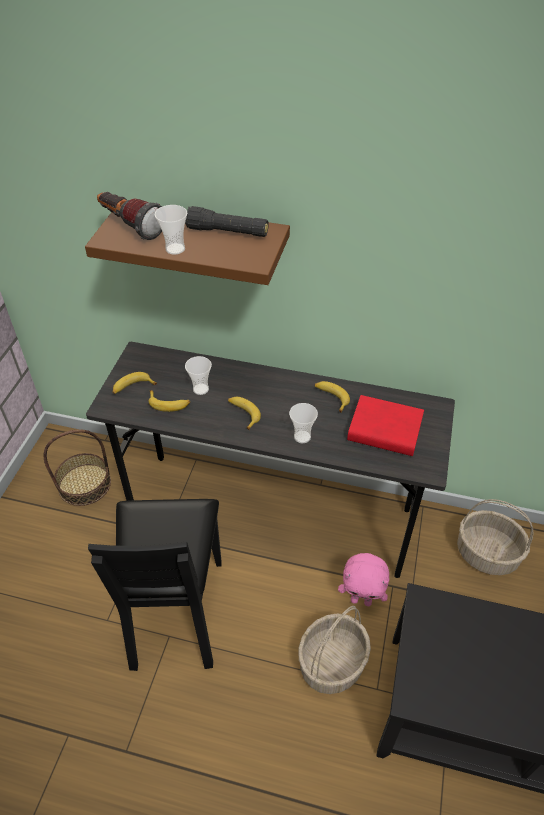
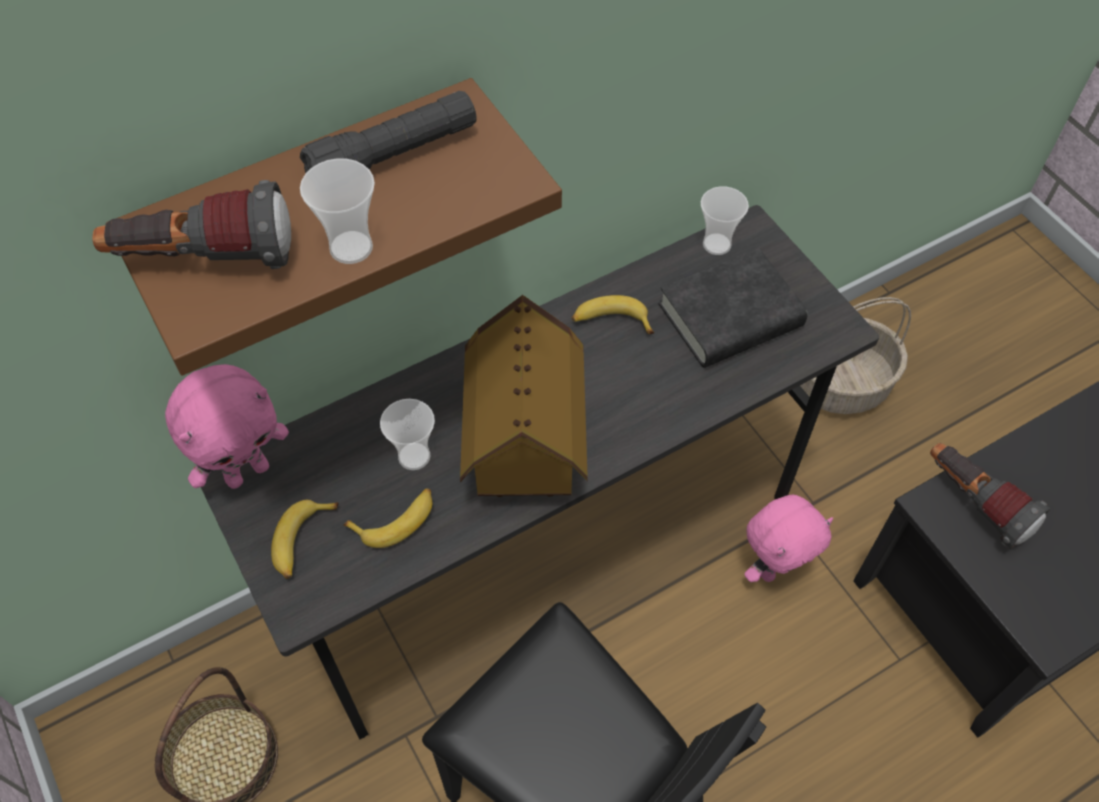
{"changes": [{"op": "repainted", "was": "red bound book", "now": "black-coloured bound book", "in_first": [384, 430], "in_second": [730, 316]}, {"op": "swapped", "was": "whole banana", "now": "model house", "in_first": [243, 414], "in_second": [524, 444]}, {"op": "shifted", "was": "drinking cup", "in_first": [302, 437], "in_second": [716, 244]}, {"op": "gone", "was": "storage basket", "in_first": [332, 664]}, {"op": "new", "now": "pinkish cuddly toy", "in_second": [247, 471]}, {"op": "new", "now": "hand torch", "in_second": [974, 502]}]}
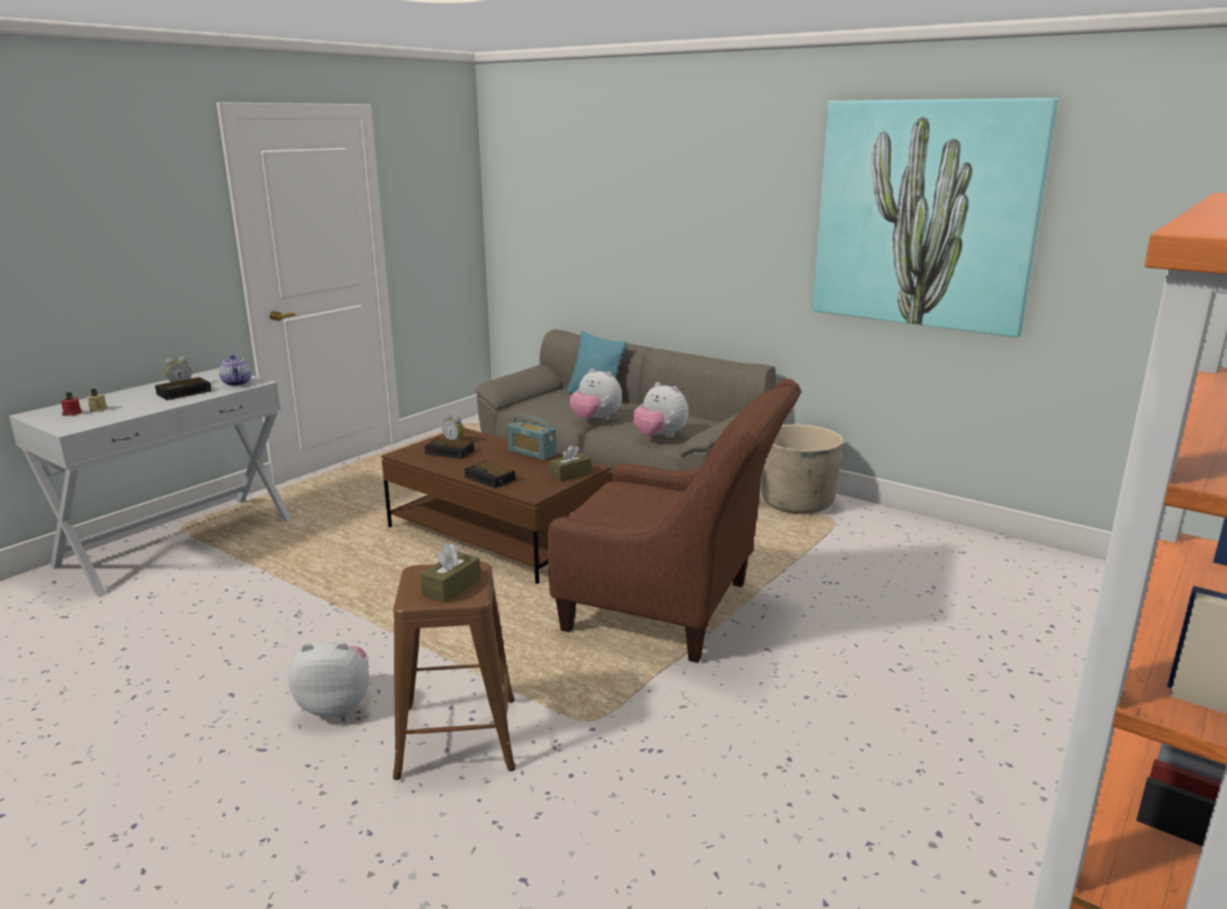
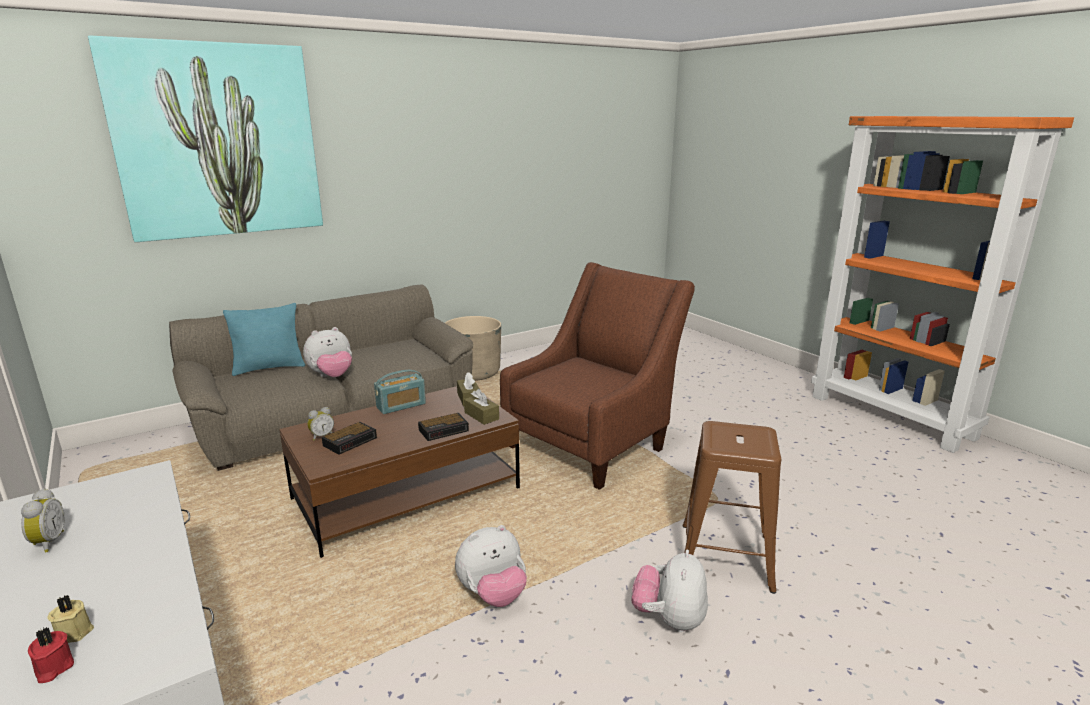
{"changes": [{"op": "shifted", "was": "wall art", "in_first": [925, 215], "in_second": [218, 141]}, {"op": "gone", "was": "tea pot", "in_first": [237, 383]}, {"op": "gone", "was": "table clock", "in_first": [185, 392]}, {"op": "shifted", "was": "cuddly toy", "in_first": [660, 437], "in_second": [493, 595]}, {"op": "shifted", "was": "brown tissue holder", "in_first": [451, 587], "in_second": [481, 416]}]}
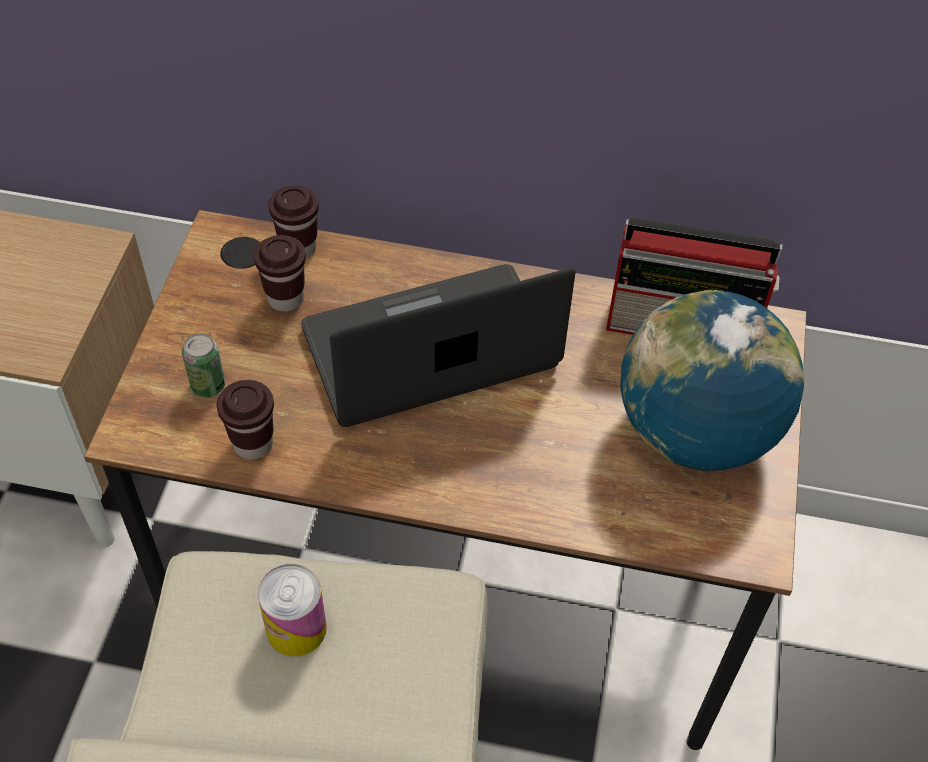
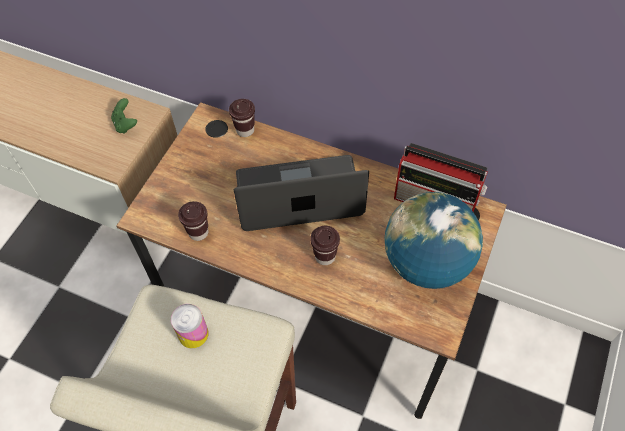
{"changes": [{"op": "shifted", "was": "brown drinking cup", "in_first": [285, 298], "in_second": [325, 256]}, {"op": "gone", "was": "can", "in_first": [208, 385]}, {"op": "new", "now": "green-coloured joypad", "in_second": [125, 124]}]}
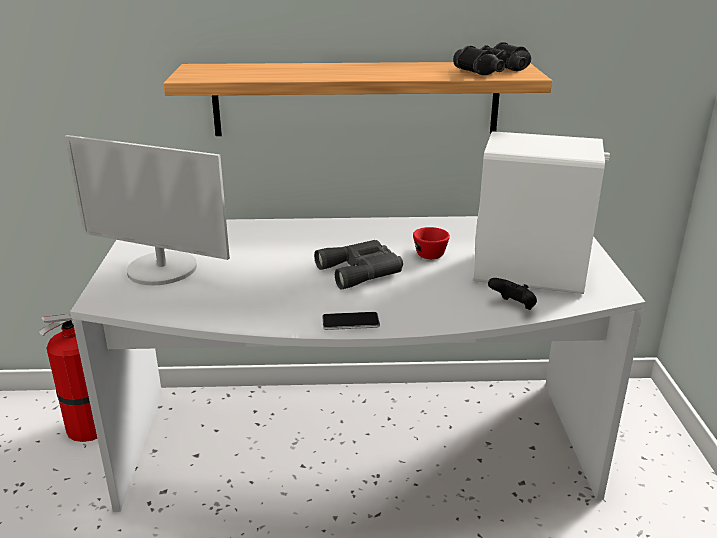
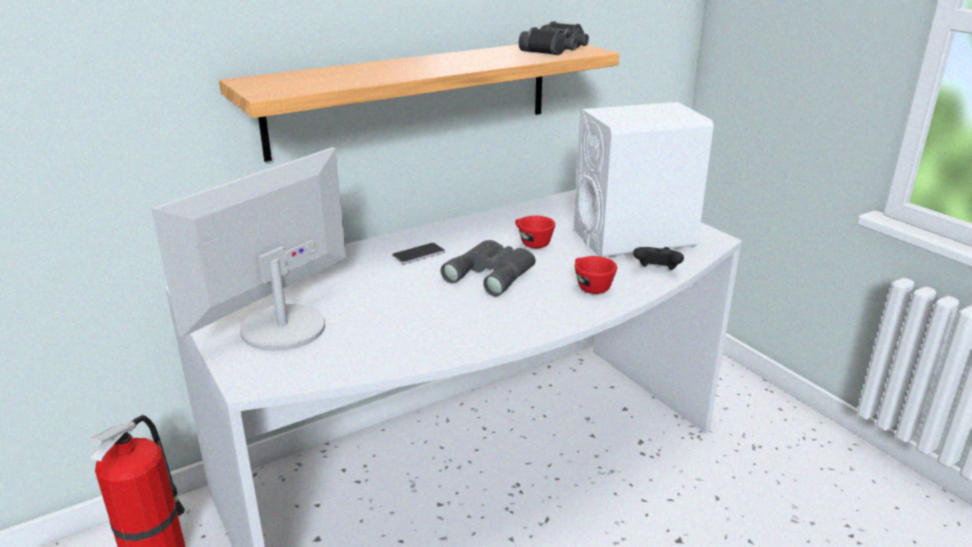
{"changes": [{"op": "rotated", "was": "computer screen", "in_first": [162, 269], "in_second": [281, 328], "clockwise": 135}, {"op": "shifted", "was": "phone", "in_first": [350, 322], "in_second": [418, 254]}, {"op": "new", "now": "red drinking cup", "in_second": [590, 286]}]}
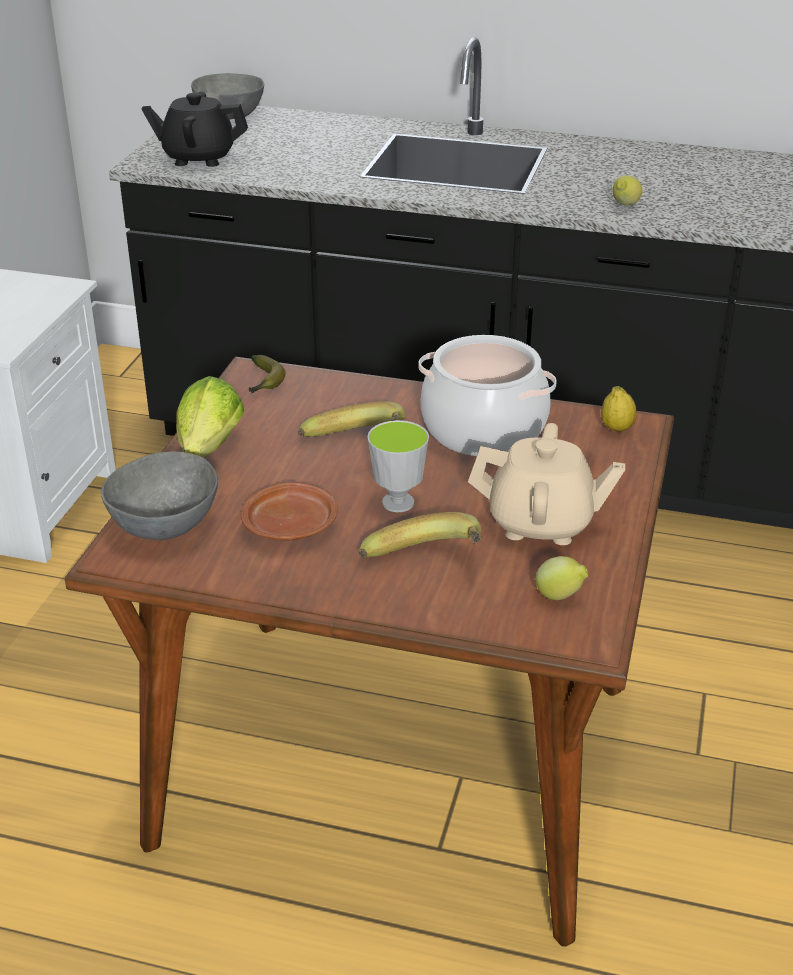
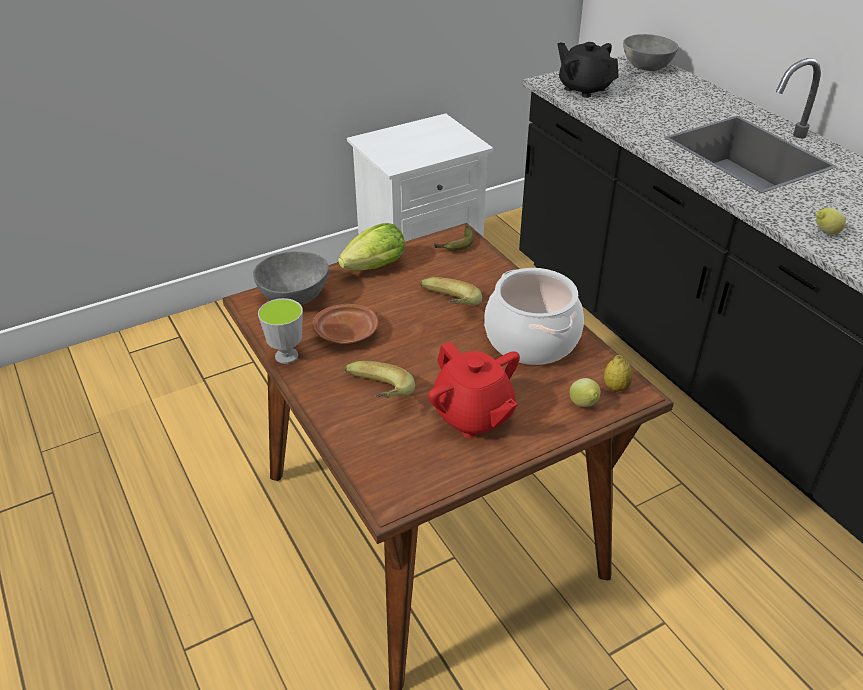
{"changes": [{"op": "shifted", "was": "drinking cup", "in_first": [398, 503], "in_second": [286, 356]}, {"op": "repainted", "was": "beige-coloured tea pot", "now": "red tea pot", "in_first": [541, 523], "in_second": [473, 416]}, {"op": "shifted", "was": "whole lemon", "in_first": [560, 596], "in_second": [584, 405]}]}
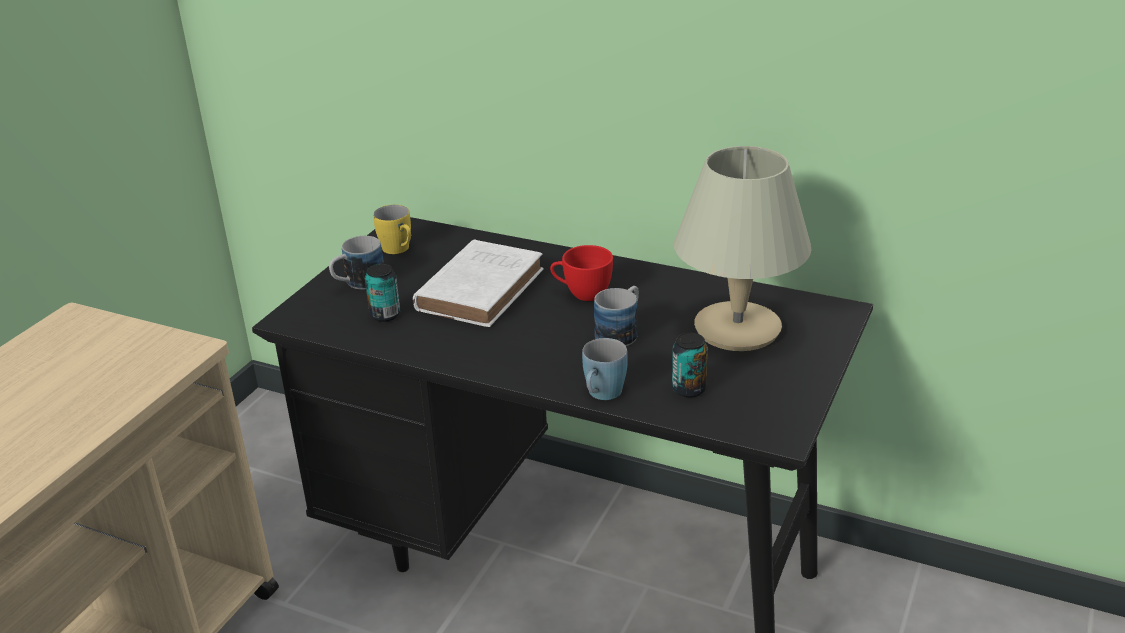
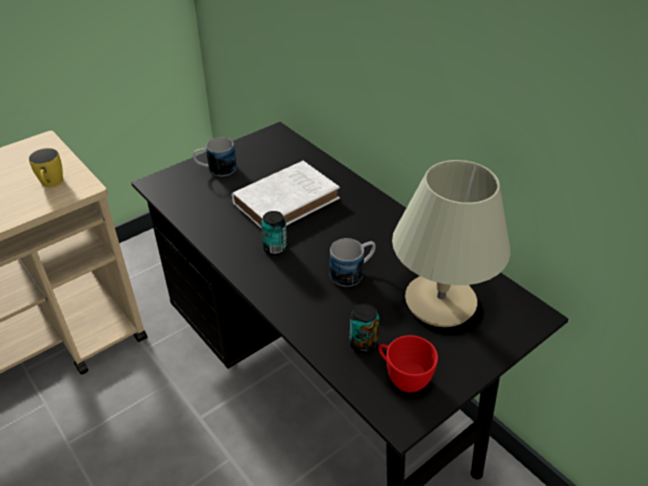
{"changes": [{"op": "shifted", "was": "yellowish mug", "in_first": [399, 250], "in_second": [51, 184]}, {"op": "shifted", "was": "red drinking cup", "in_first": [582, 293], "in_second": [403, 378]}, {"op": "shifted", "was": "can", "in_first": [385, 315], "in_second": [275, 248]}, {"op": "gone", "was": "blue mug", "in_first": [602, 395]}]}
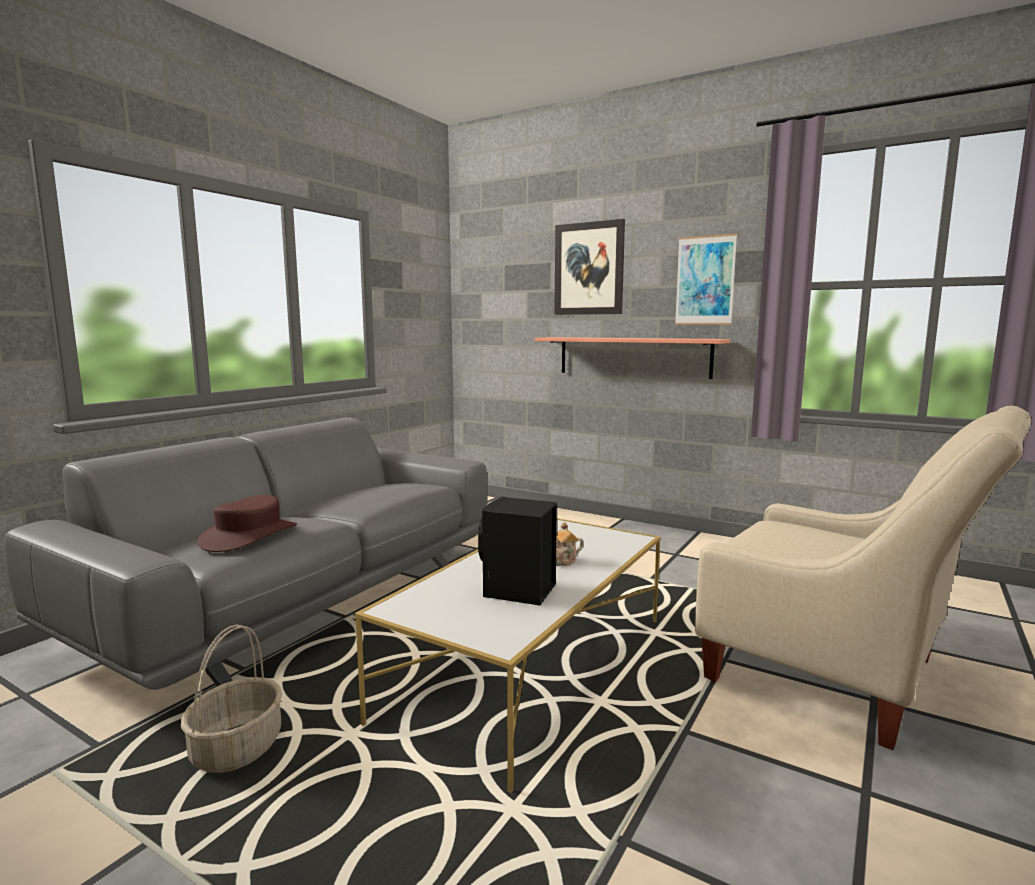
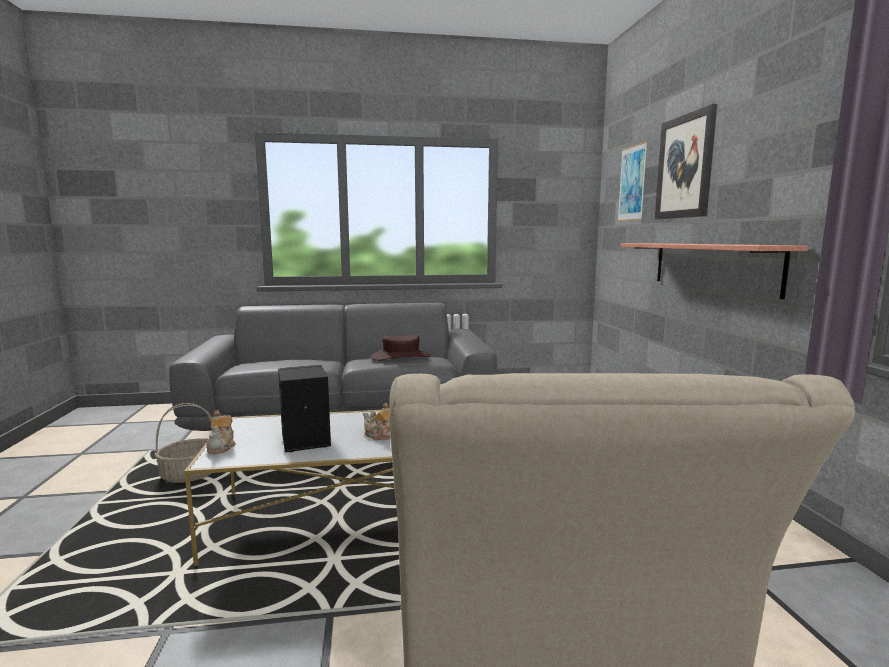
{"changes": [{"op": "shifted", "was": "wall art", "in_first": [705, 280], "in_second": [632, 183]}, {"op": "shifted", "was": "brown hat", "in_first": [249, 535], "in_second": [401, 357]}, {"op": "new", "now": "tea pot", "in_second": [222, 447]}]}
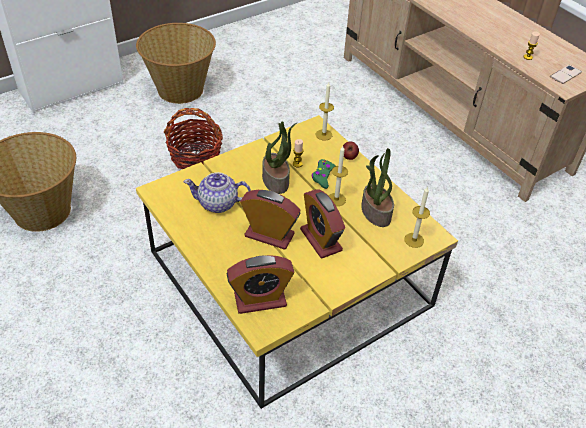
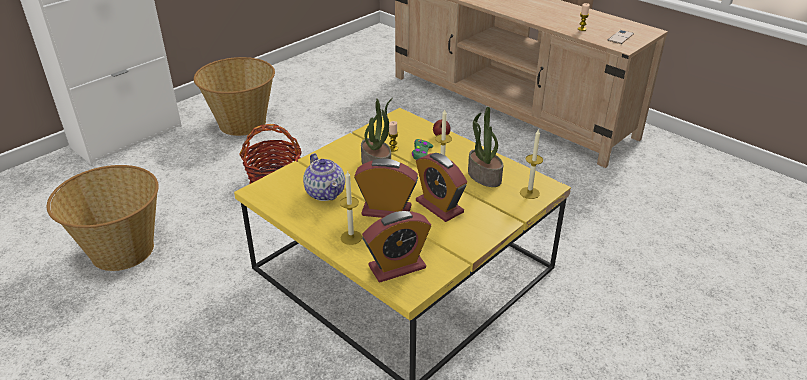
{"changes": [{"op": "shifted", "was": "candle", "in_first": [323, 135], "in_second": [351, 237]}, {"op": "rotated", "was": "tea pot", "in_first": [218, 204], "in_second": [325, 192], "clockwise": -105}]}
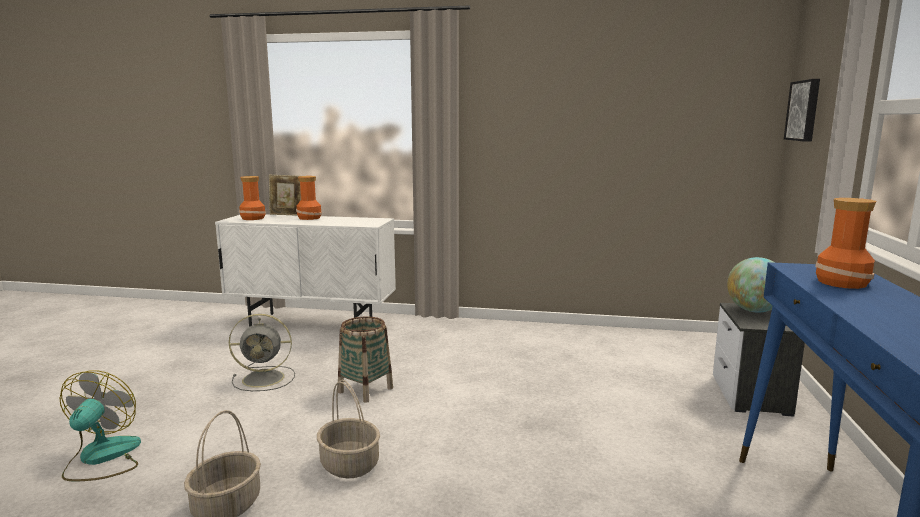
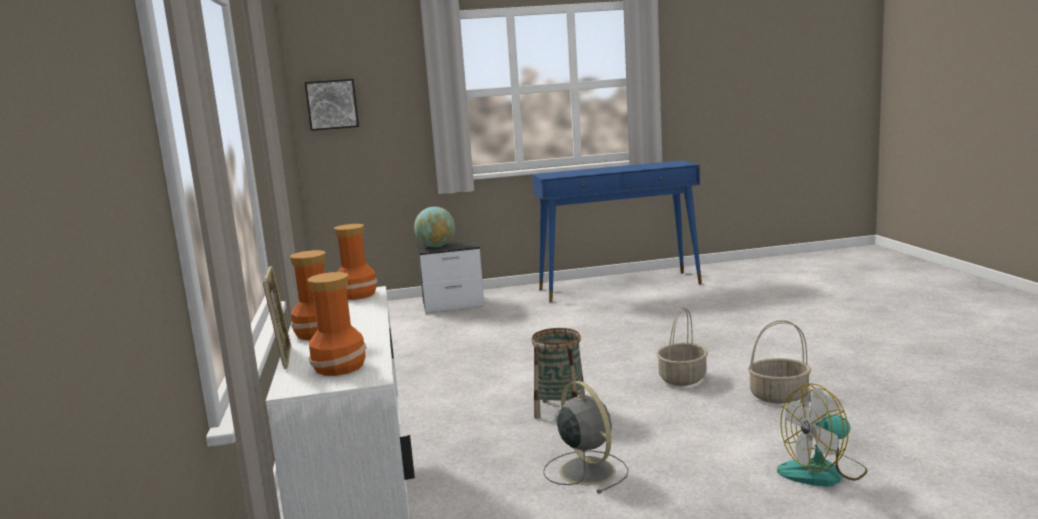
{"changes": [{"op": "shifted", "was": "decorative vase", "in_first": [840, 282], "in_second": [357, 295]}]}
